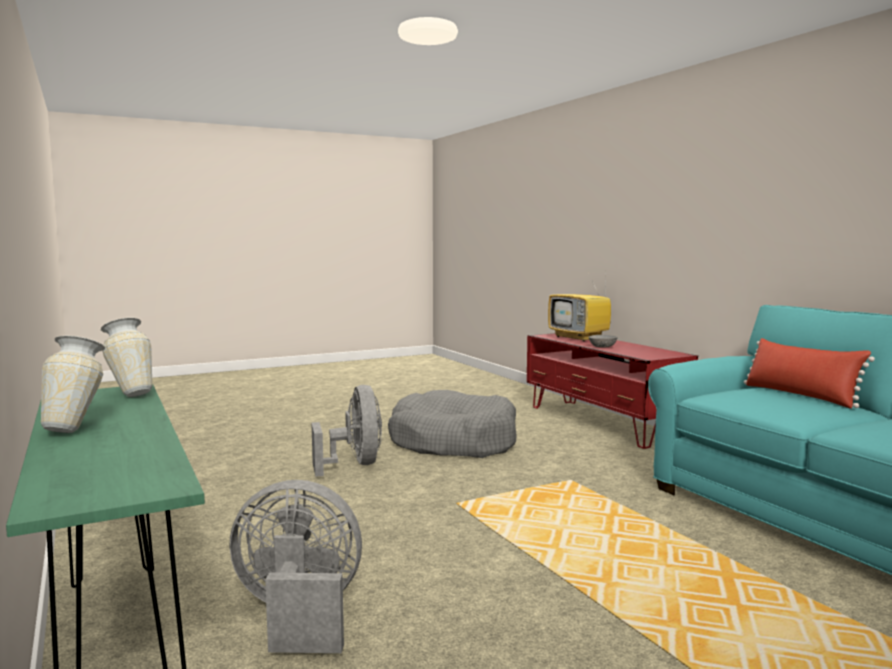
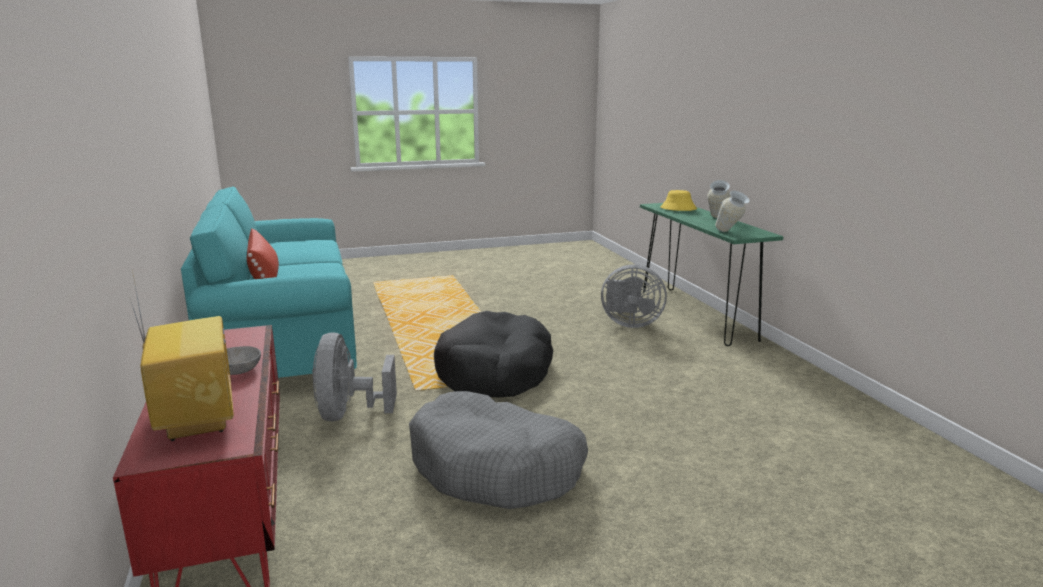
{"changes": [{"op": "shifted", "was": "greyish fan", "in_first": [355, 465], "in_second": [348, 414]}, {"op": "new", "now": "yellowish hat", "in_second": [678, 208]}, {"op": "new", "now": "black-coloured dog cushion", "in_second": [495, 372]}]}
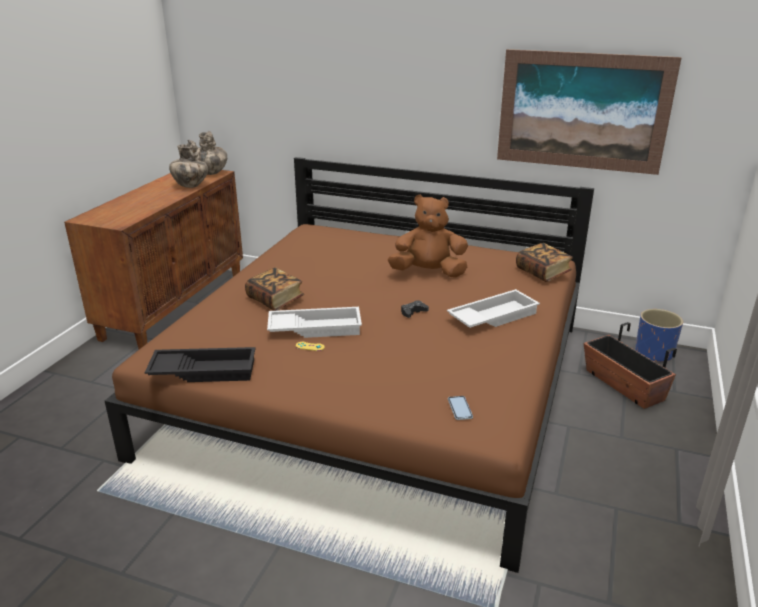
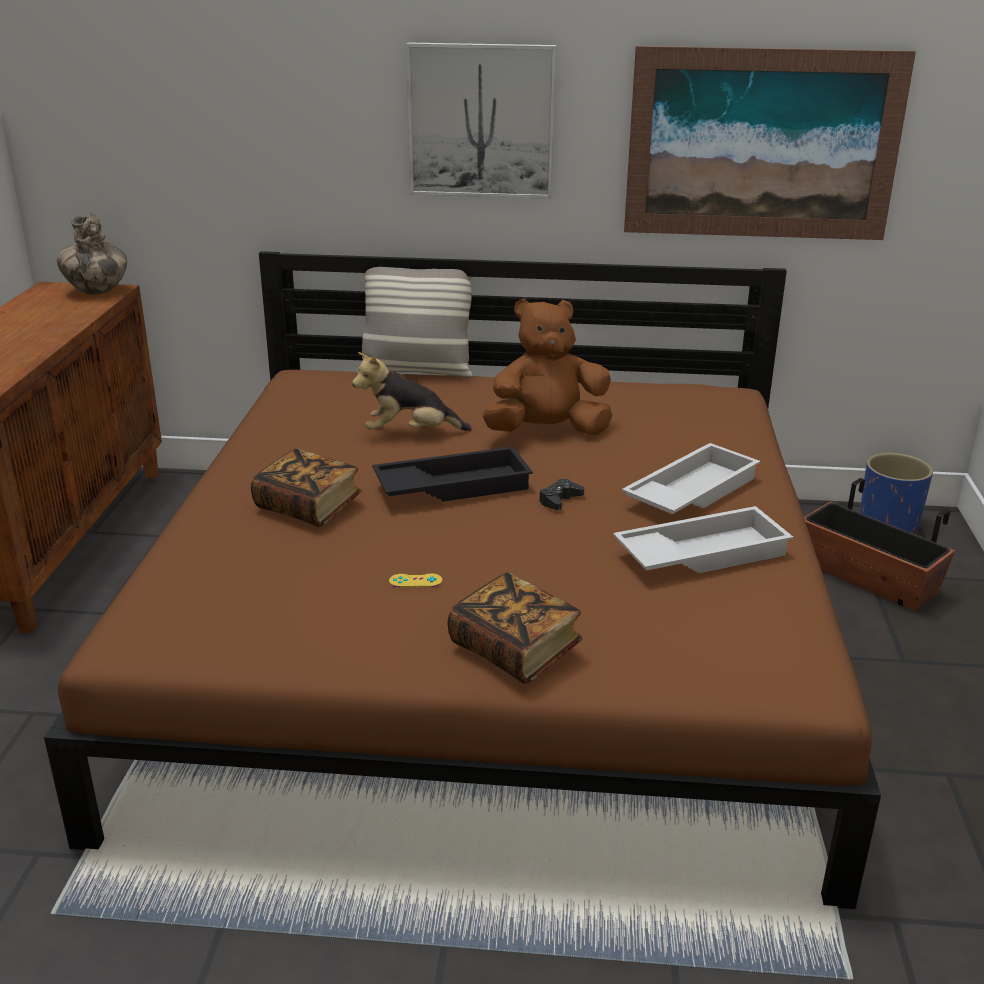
{"changes": [{"op": "gone", "was": "decorative vase", "in_first": [190, 186]}, {"op": "shifted", "was": "bound book", "in_first": [542, 272], "in_second": [514, 649]}, {"op": "shifted", "was": "white carrying tray", "in_first": [315, 327], "in_second": [701, 553]}, {"op": "shifted", "was": "black-coloured carrying tray", "in_first": [204, 370], "in_second": [453, 485]}, {"op": "gone", "was": "phone", "in_first": [460, 408]}, {"op": "new", "now": "wall art", "in_second": [481, 121]}, {"op": "new", "now": "throw pillow", "in_second": [416, 372]}, {"op": "new", "now": "cuddly toy", "in_second": [410, 433]}]}
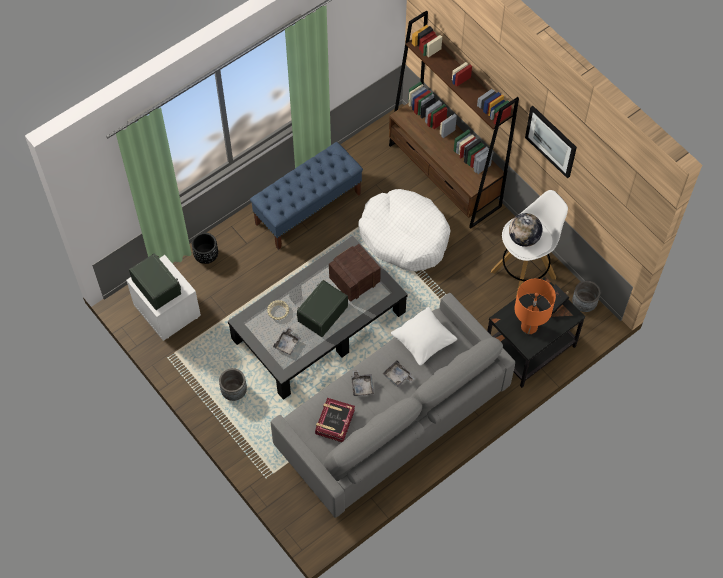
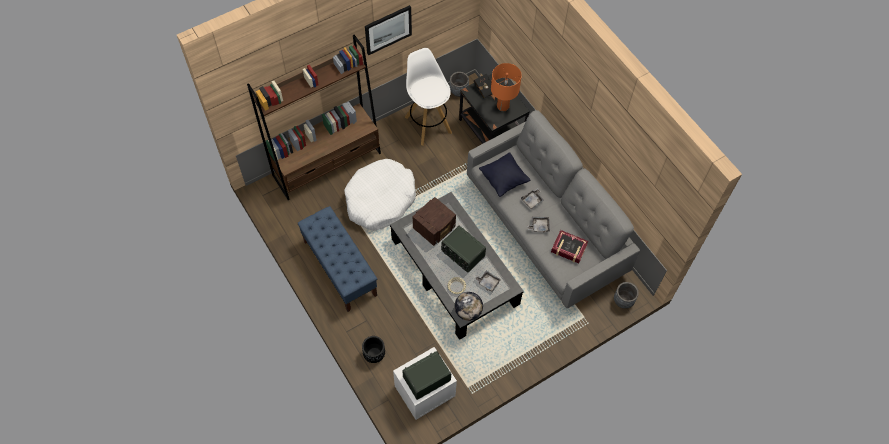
{"changes": [{"op": "shifted", "was": "world globe", "in_first": [524, 238], "in_second": [468, 311]}, {"op": "rotated", "was": "radio receiver", "in_first": [353, 281], "in_second": [434, 228], "clockwise": -105}, {"op": "repainted", "was": "white throw pillow", "now": "black-coloured throw pillow", "in_first": [423, 342], "in_second": [504, 180]}, {"op": "shifted", "was": "greyish planter", "in_first": [234, 391], "in_second": [623, 301]}]}
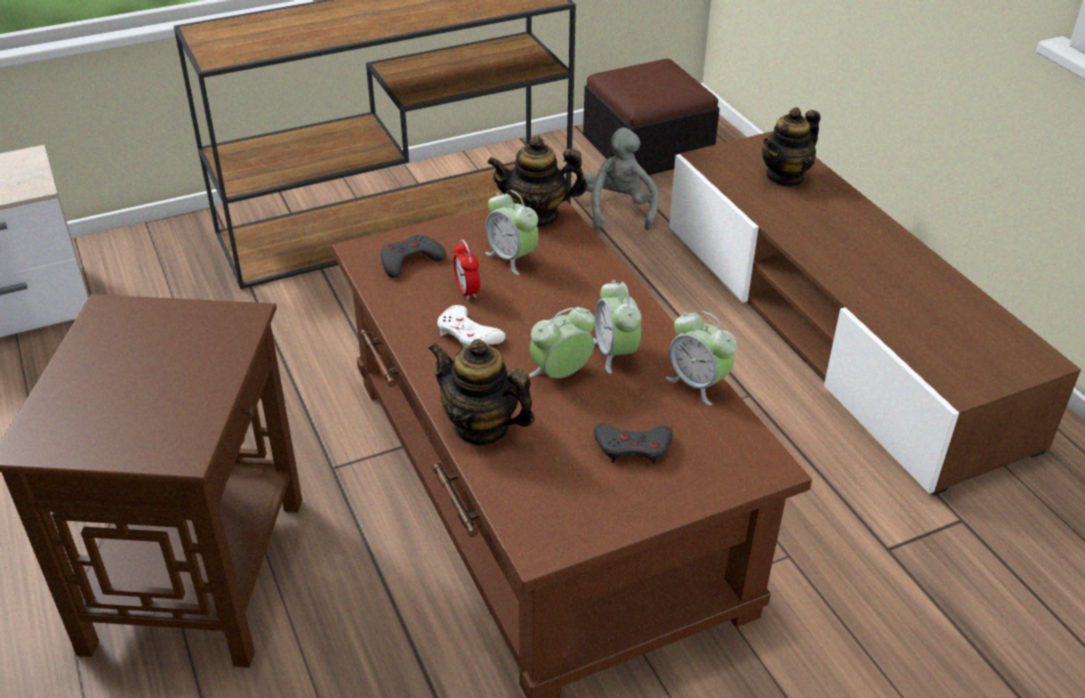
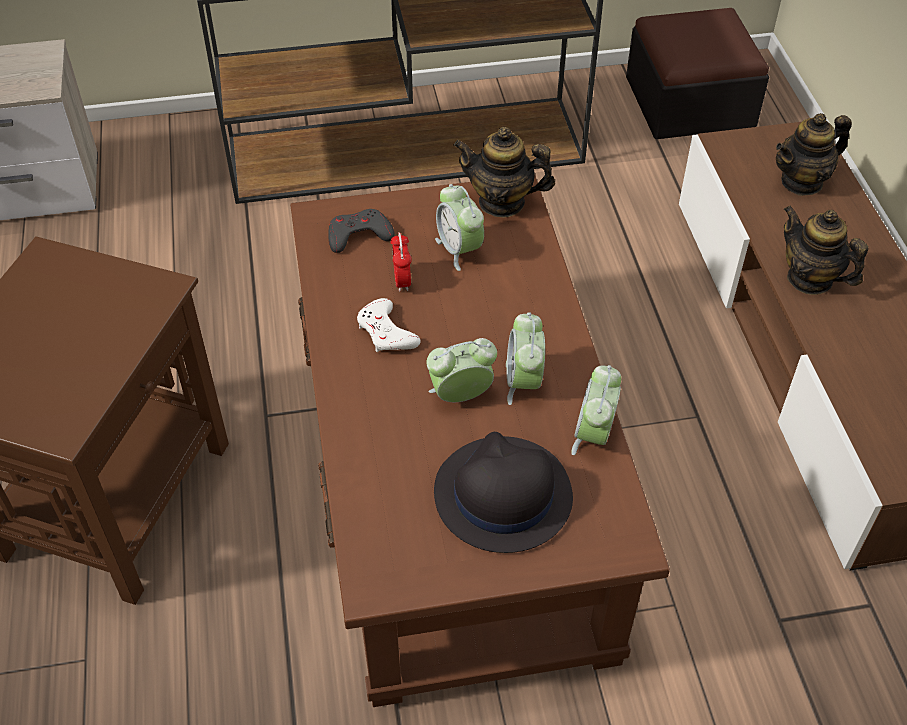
{"changes": [{"op": "gone", "was": "greyish cuddly toy", "in_first": [619, 210]}, {"op": "rotated", "was": "table clock", "in_first": [698, 384], "in_second": [593, 434], "clockwise": 45}, {"op": "shifted", "was": "tea pot", "in_first": [481, 427], "in_second": [810, 279]}, {"op": "swapped", "was": "greyish joypad", "now": "black-coloured hat", "in_first": [633, 447], "in_second": [502, 495]}]}
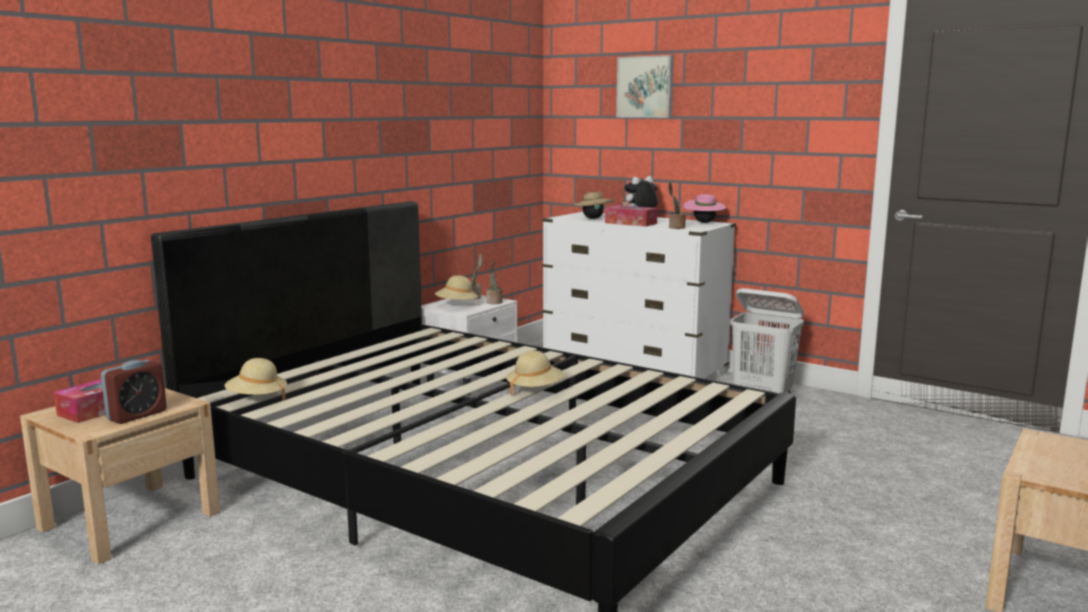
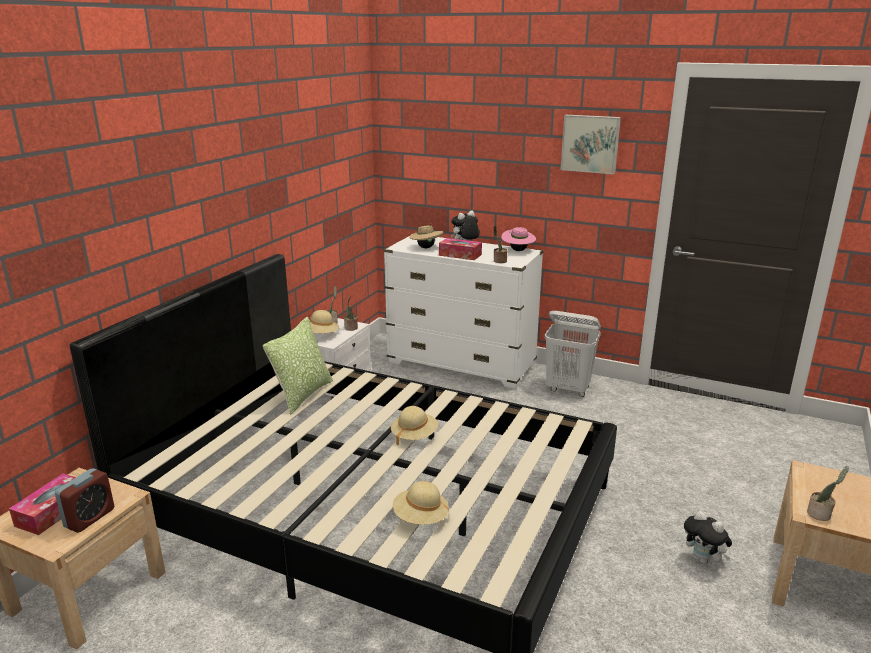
{"changes": [{"op": "shifted", "was": "wall art", "in_first": [646, 87], "in_second": [590, 143]}, {"op": "shifted", "was": "beige-coloured hat", "in_first": [257, 398], "in_second": [420, 518]}, {"op": "new", "now": "throw pillow", "in_second": [303, 395]}, {"op": "new", "now": "houseplant", "in_second": [820, 514]}, {"op": "new", "now": "cuddly toy", "in_second": [704, 560]}]}
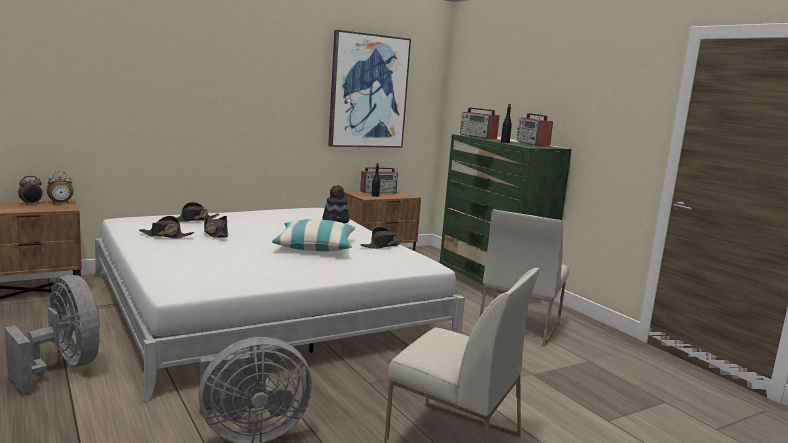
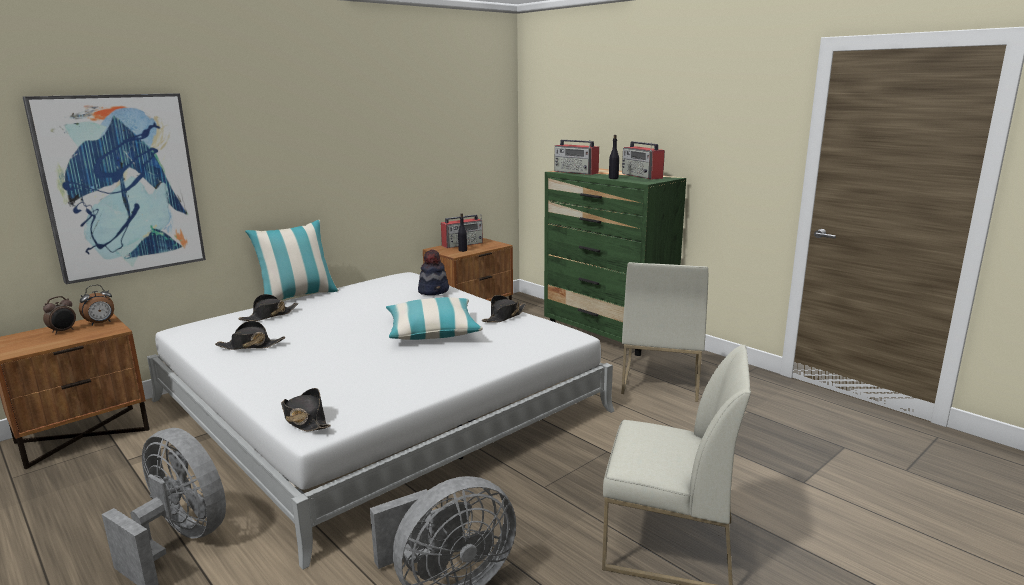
{"changes": [{"op": "shifted", "was": "wall art", "in_first": [368, 91], "in_second": [121, 185]}, {"op": "shifted", "was": "black-coloured hat", "in_first": [215, 234], "in_second": [304, 420]}, {"op": "new", "now": "throw pillow", "in_second": [298, 296]}]}
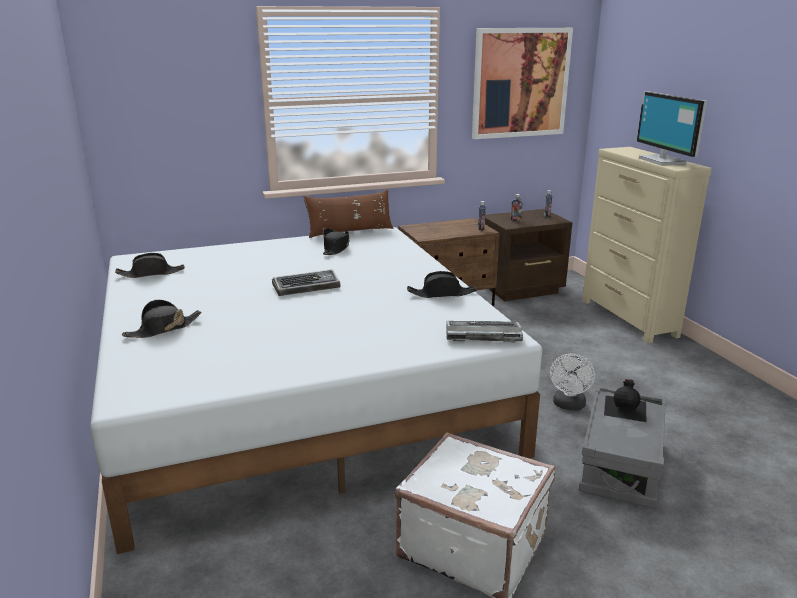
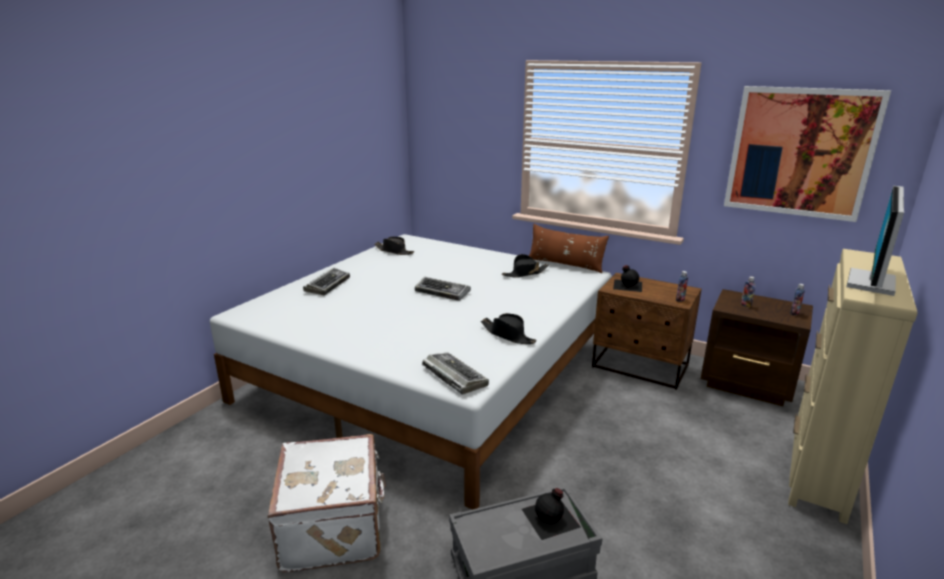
{"changes": [{"op": "swapped", "was": "black-coloured hat", "now": "PC keyboard", "in_first": [163, 329], "in_second": [327, 285]}, {"op": "gone", "was": "white fan", "in_first": [569, 406]}, {"op": "new", "now": "black-coloured bottle", "in_second": [627, 285]}]}
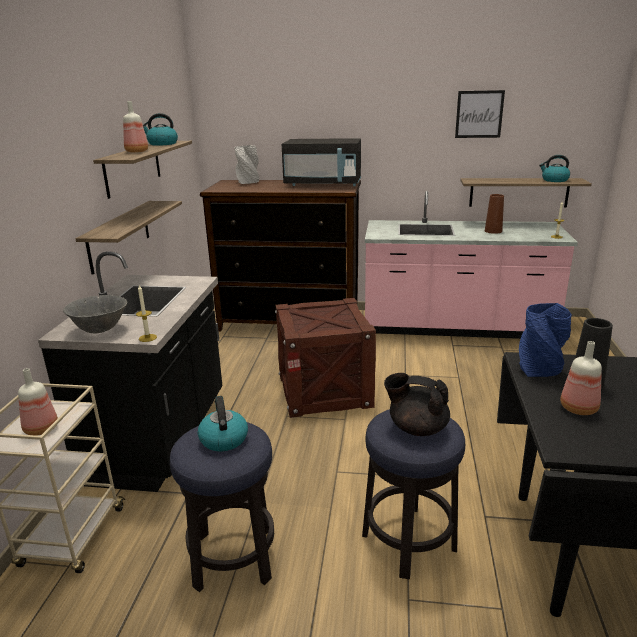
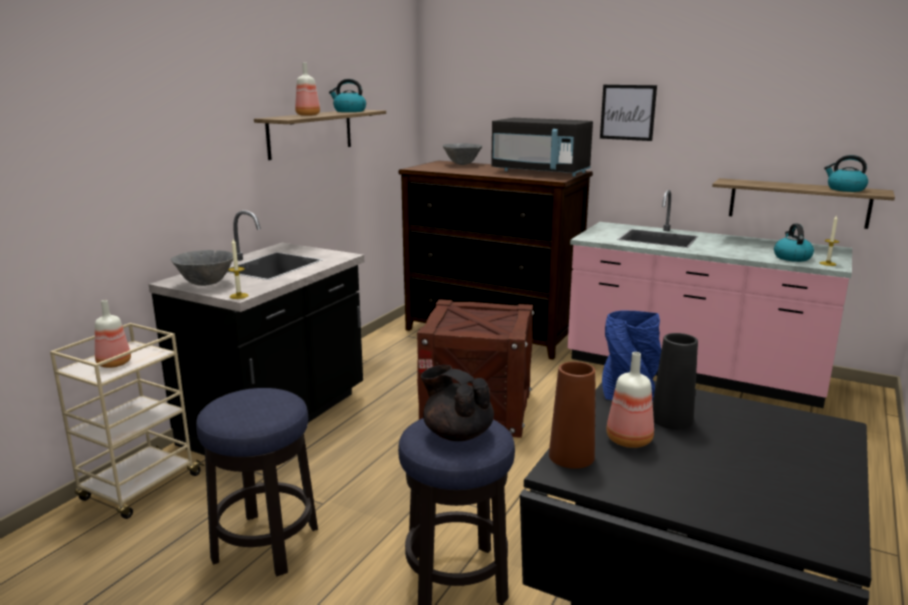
{"changes": [{"op": "shifted", "was": "wall art", "in_first": [479, 114], "in_second": [627, 112]}, {"op": "swapped", "was": "greyish decorative vase", "now": "greyish serving bowl", "in_first": [248, 182], "in_second": [462, 164]}, {"op": "shifted", "was": "brown decorative vase", "in_first": [493, 231], "in_second": [571, 456]}, {"op": "gone", "was": "bracket shelf", "in_first": [119, 235]}, {"op": "shifted", "was": "tea kettle", "in_first": [223, 439], "in_second": [791, 257]}]}
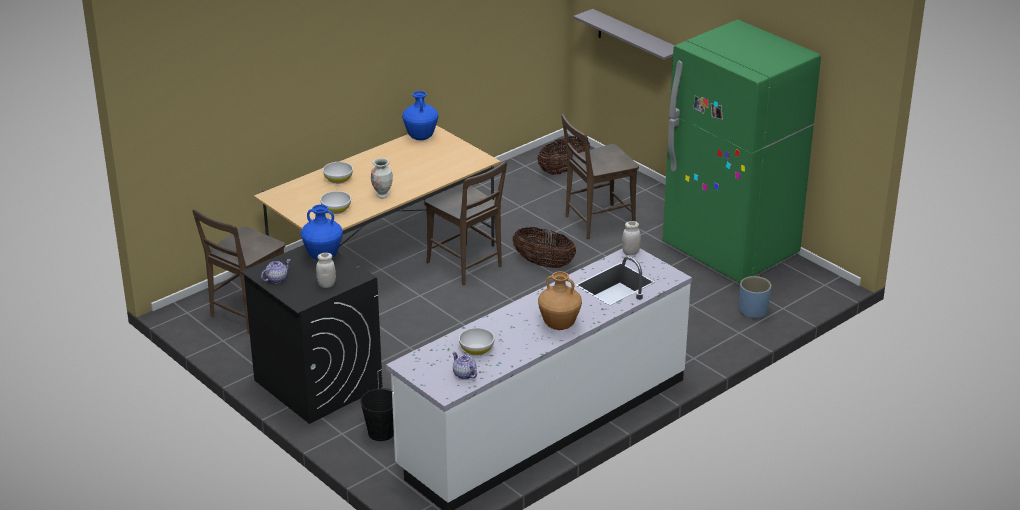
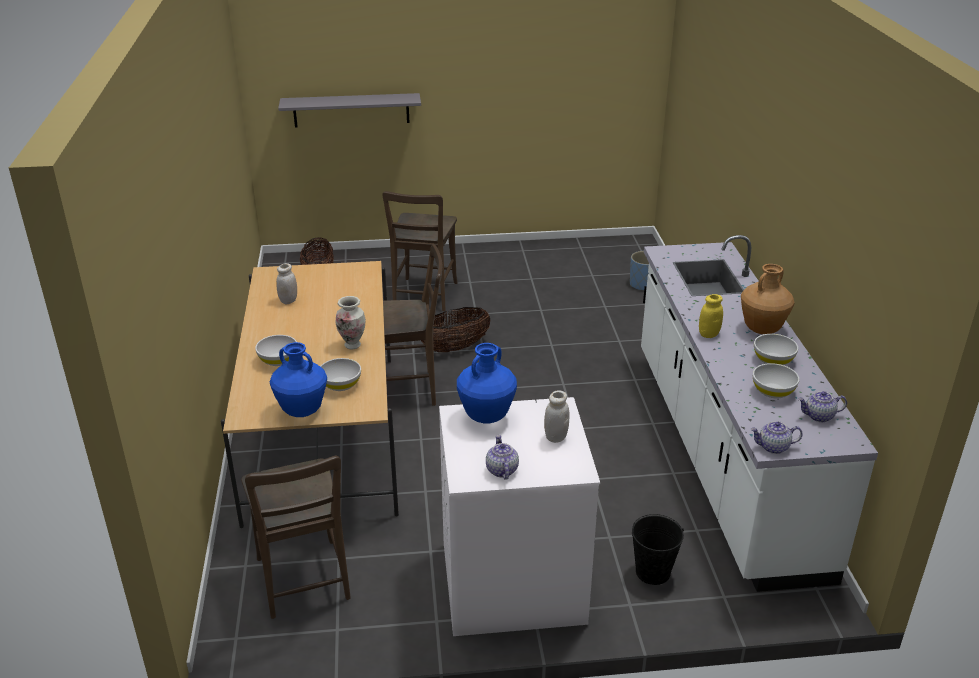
{"changes": [{"op": "gone", "was": "green-coloured refrigerator", "in_first": [730, 251]}, {"op": "shifted", "was": "blue decorative vase", "in_first": [420, 137], "in_second": [301, 411]}, {"op": "shifted", "was": "white jar", "in_first": [630, 252], "in_second": [288, 301]}, {"op": "repainted", "was": "black-coloured washing machine", "now": "white washing machine", "in_first": [317, 383], "in_second": [511, 583]}, {"op": "new", "now": "yellowish jar", "in_second": [708, 334]}, {"op": "new", "now": "white serving bowl", "in_second": [773, 360]}, {"op": "new", "now": "tea pot", "in_second": [773, 447]}]}
